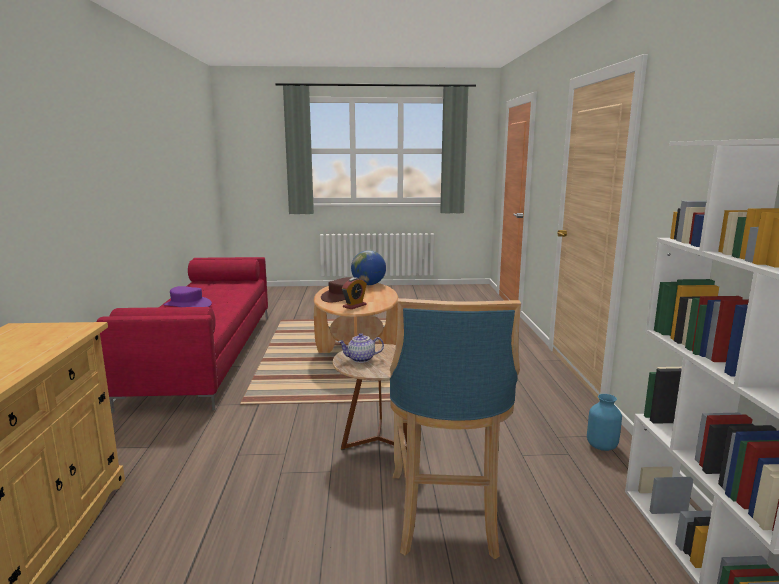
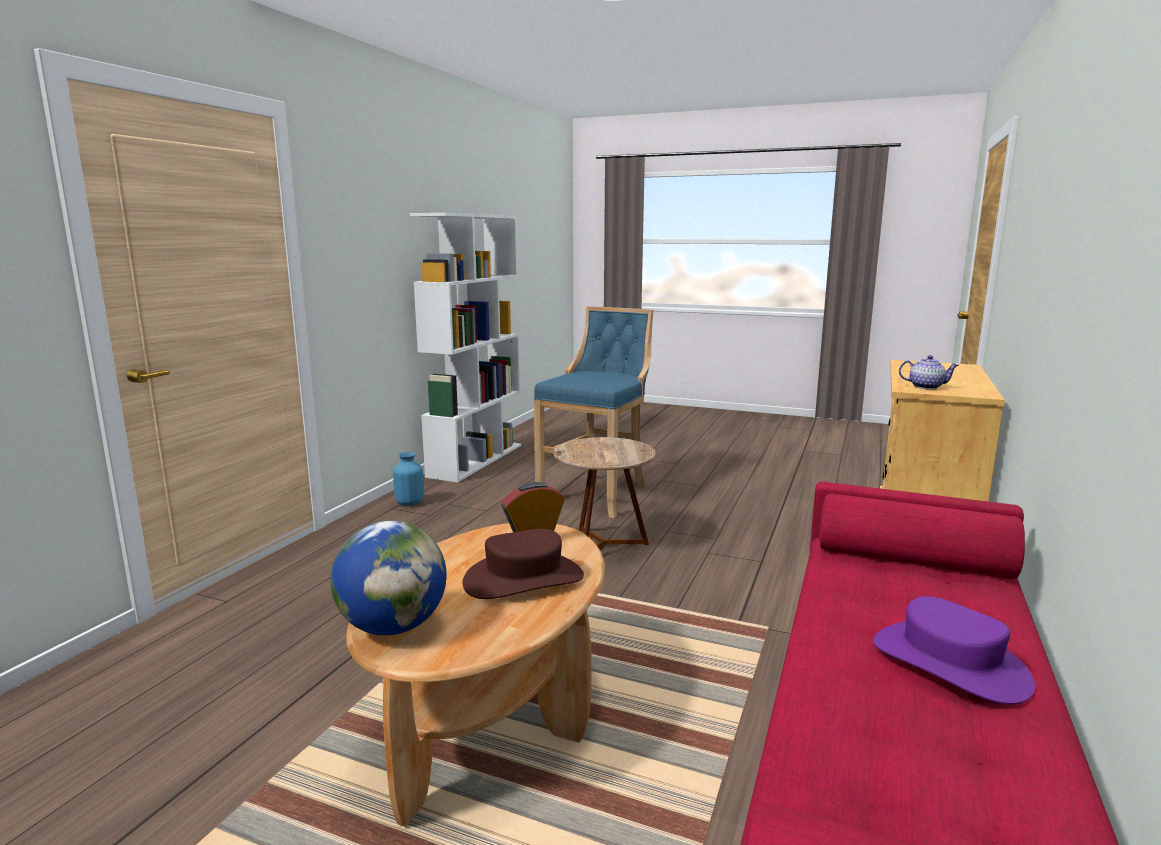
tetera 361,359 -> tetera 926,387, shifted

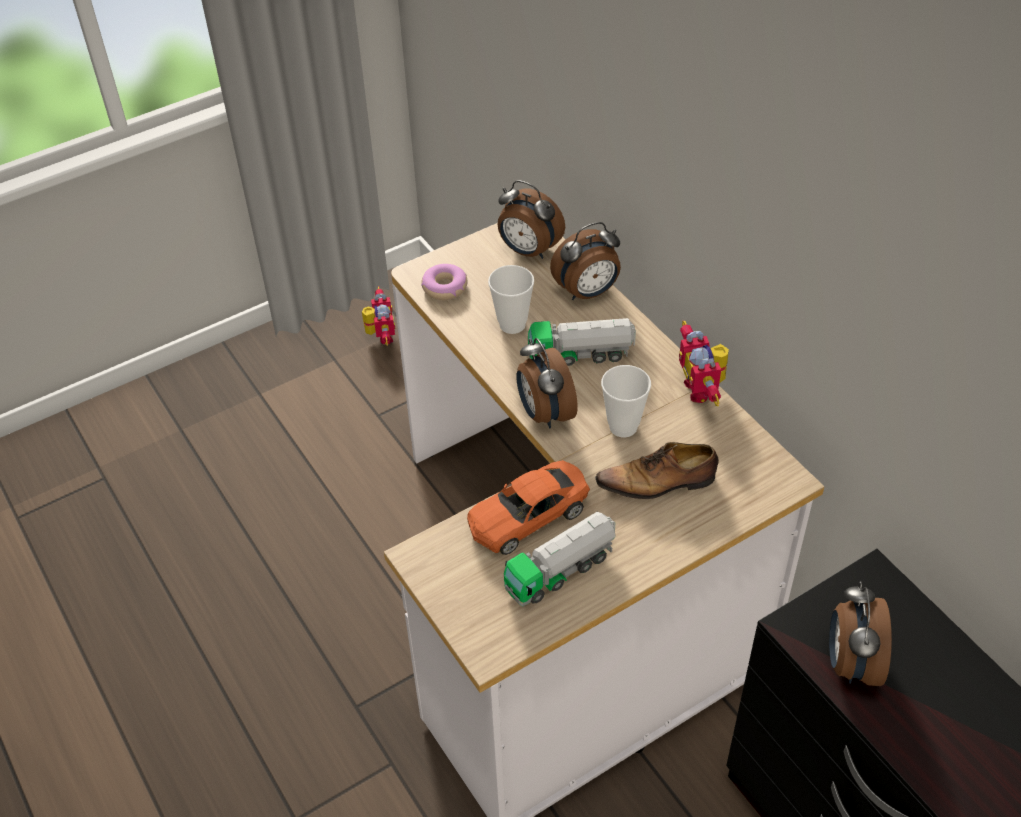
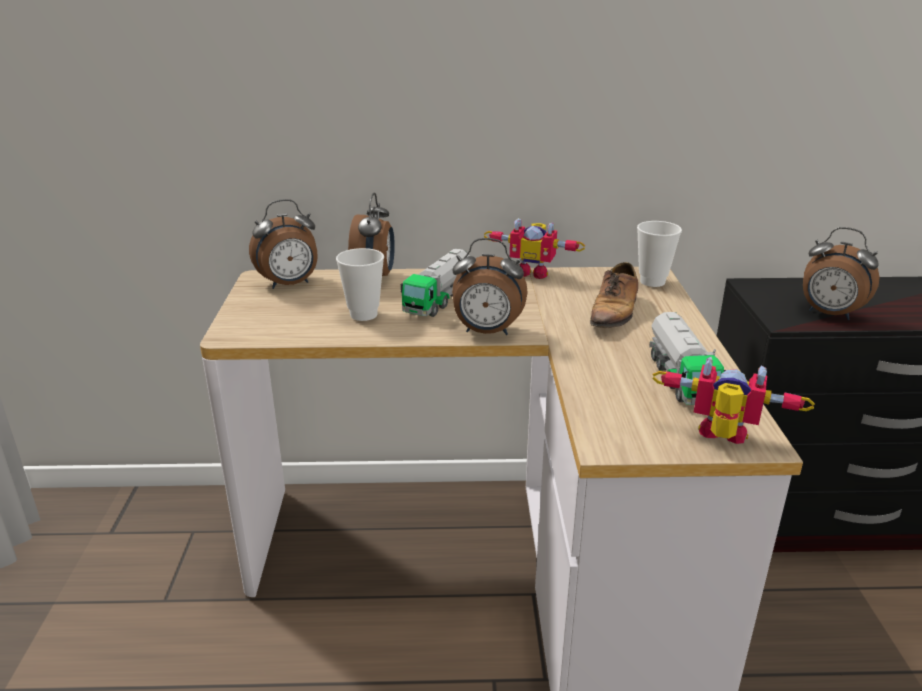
rosquilla 445,287 -> none
coche de juguete/naranja 528,515 -> none
robot de juguete 380,336 -> robot de juguete 721,439, shifted
taza 623,426 -> taza 652,282, shifted

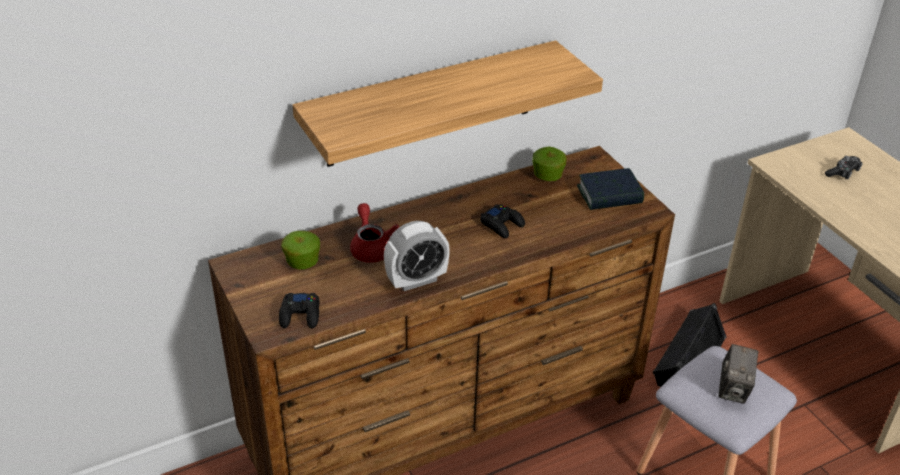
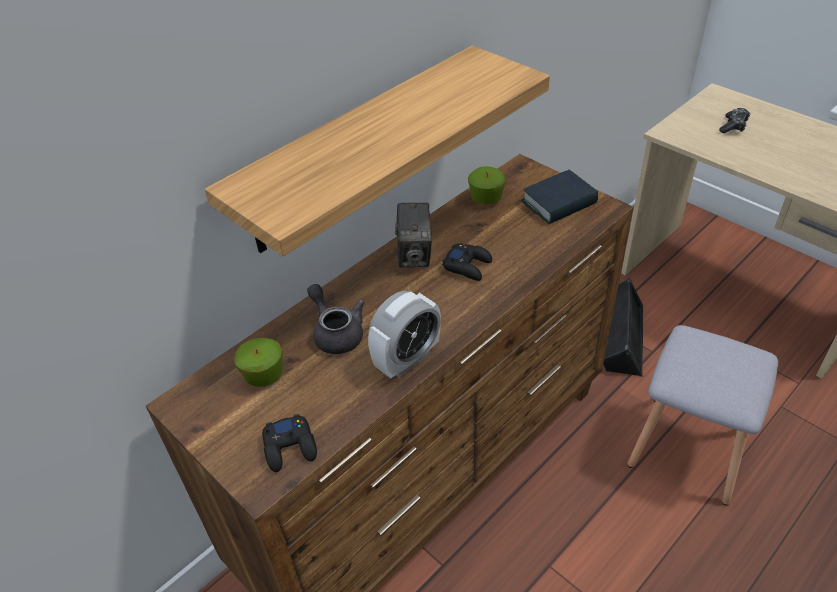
cámara 733,389 -> cámara 415,255, shifted
tetera/rojo 371,247 -> tetera/gris 336,332

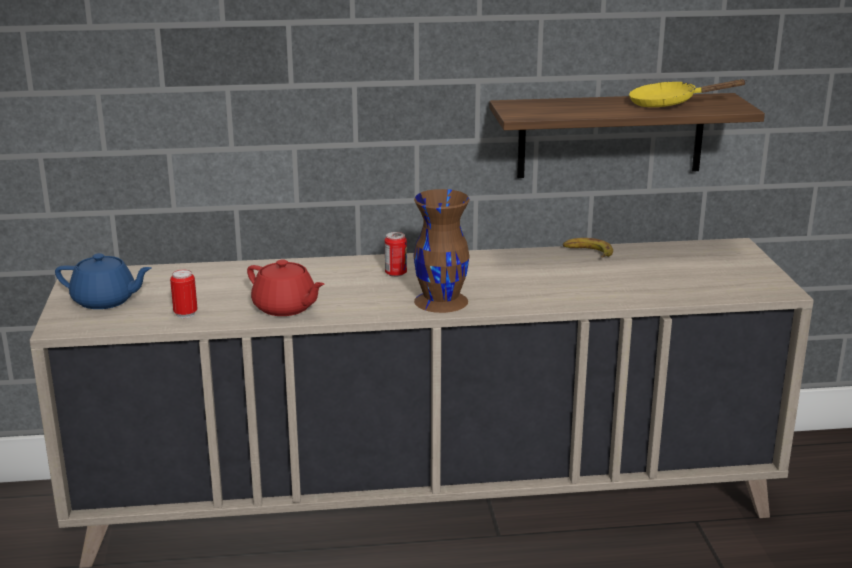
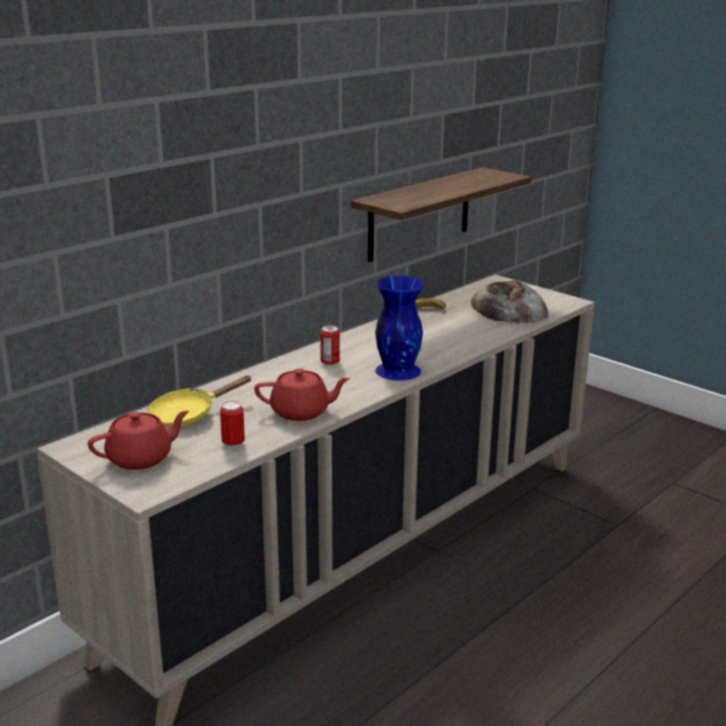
none -> pan 509,308
sartén/amarillo 669,104 -> sartén/amarillo 188,415, shifted
tetera/azul 105,301 -> tetera/rojo 141,459
florero/marrón 441,300 -> florero/azul 397,370

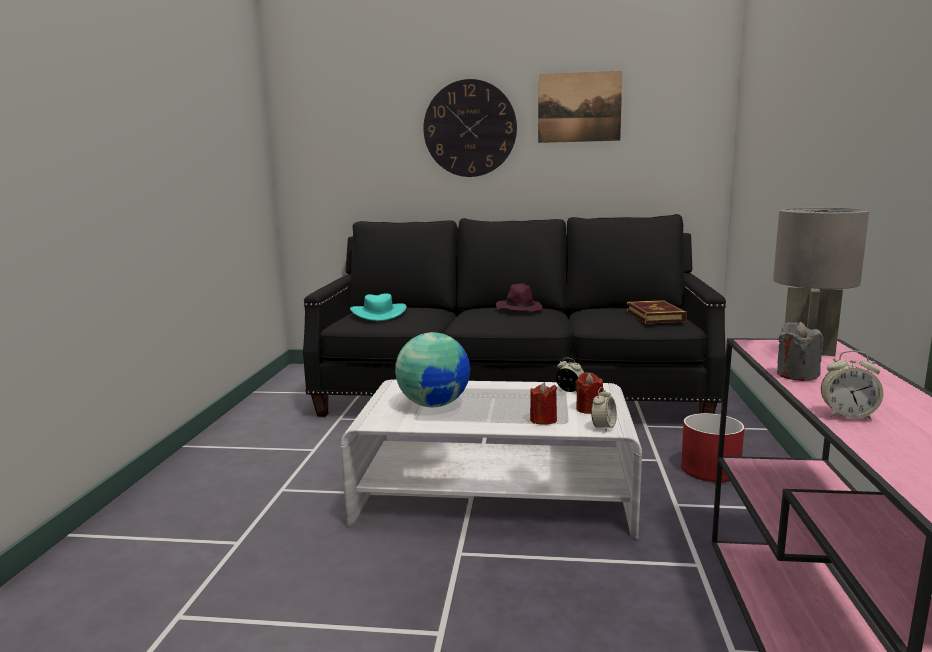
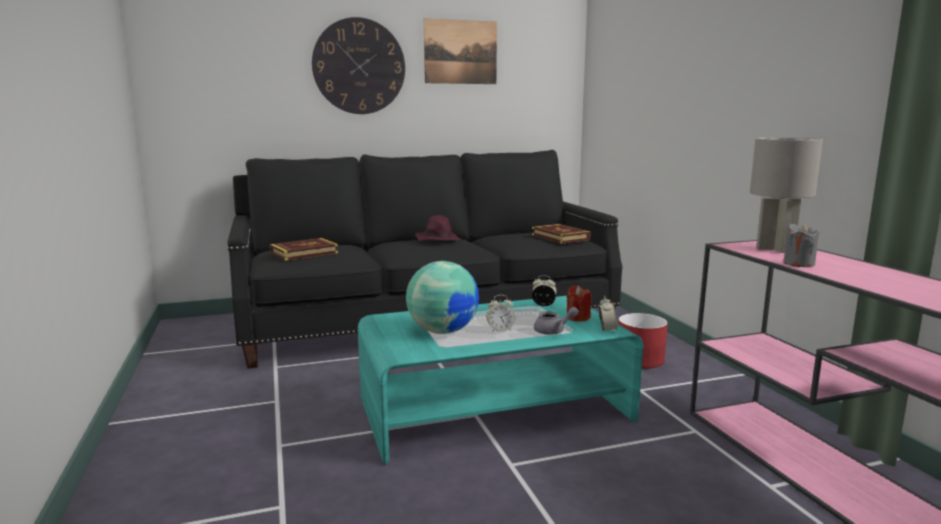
despertador 847,415 -> despertador 500,330, shifted
sombrero/turquesa 378,313 -> libro 304,253
vela/rojo 543,420 -> tetera/gris 554,331
mesa de centro/blanco 494,494 -> mesa de centro/turquesa 493,409

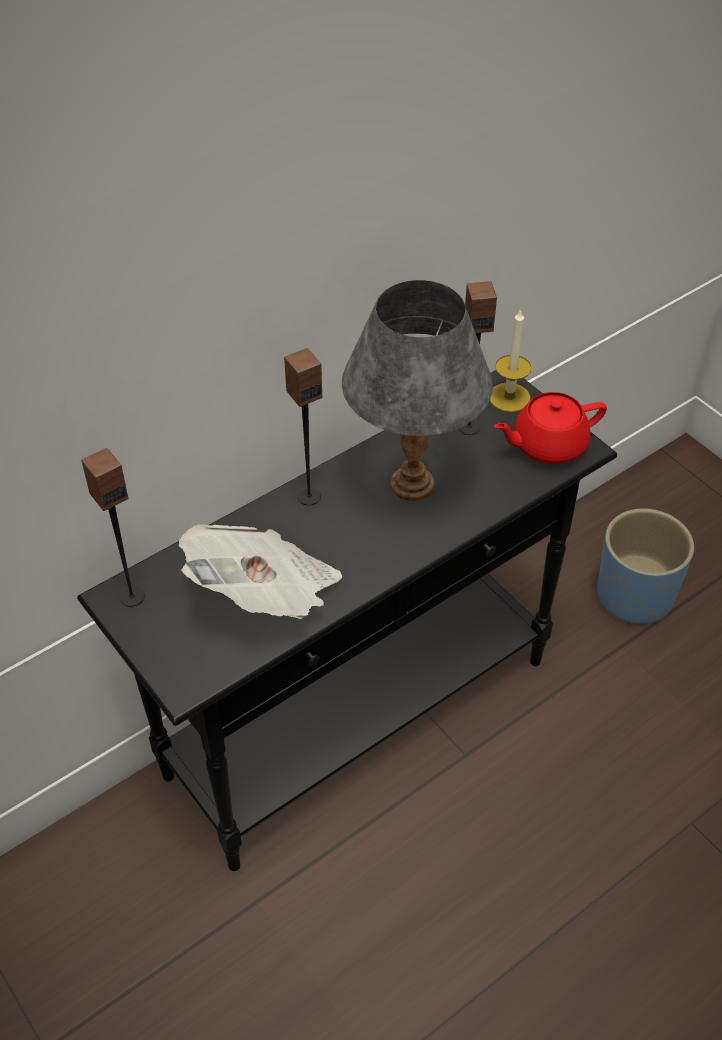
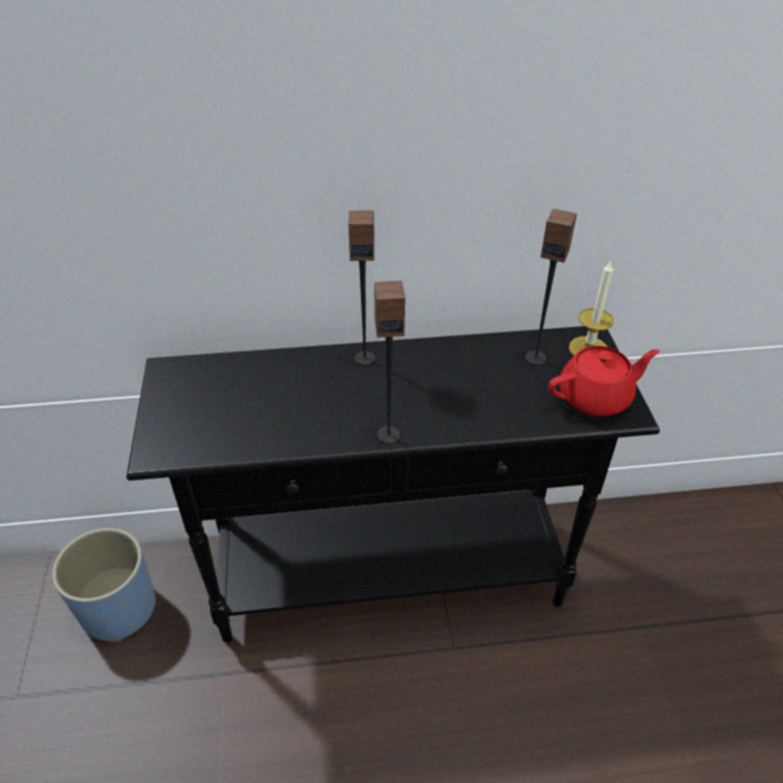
periódico 265,594 -> none
lámpara de mesa/gris 411,483 -> none
altavoz 131,596 -> altavoz 388,434, shifted
maceta/azul 635,596 -> maceta/azul 119,609, shifted
tetera/rojo 547,445 -> tetera/rojo 596,397, 150 degrees clockwise

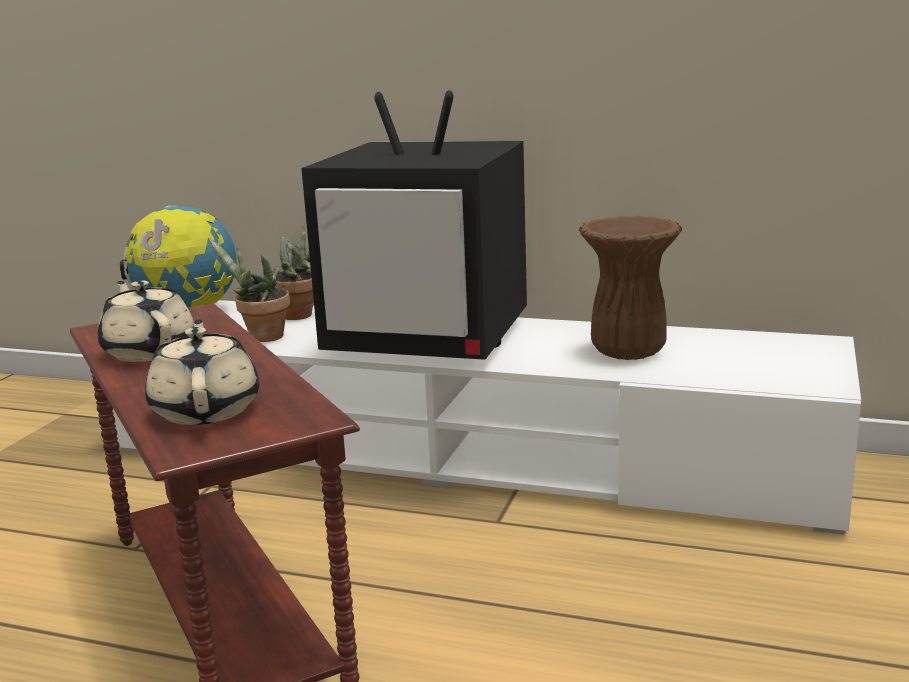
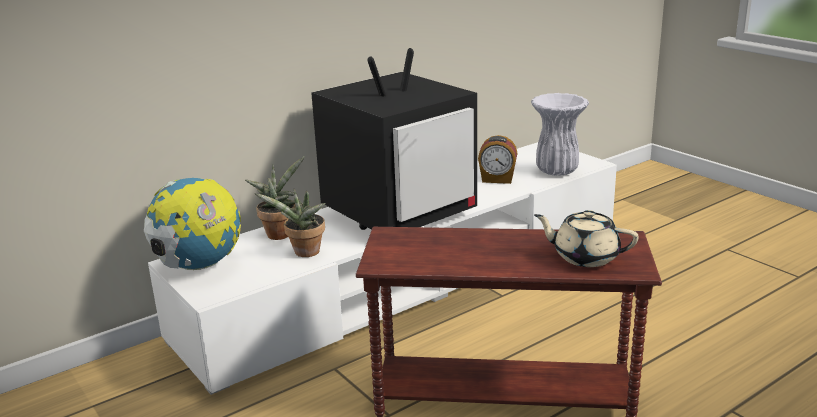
tetera/beis 149,351 -> none
none -> florero/blanco 556,171
florero/marrón 630,353 -> despertador 497,179

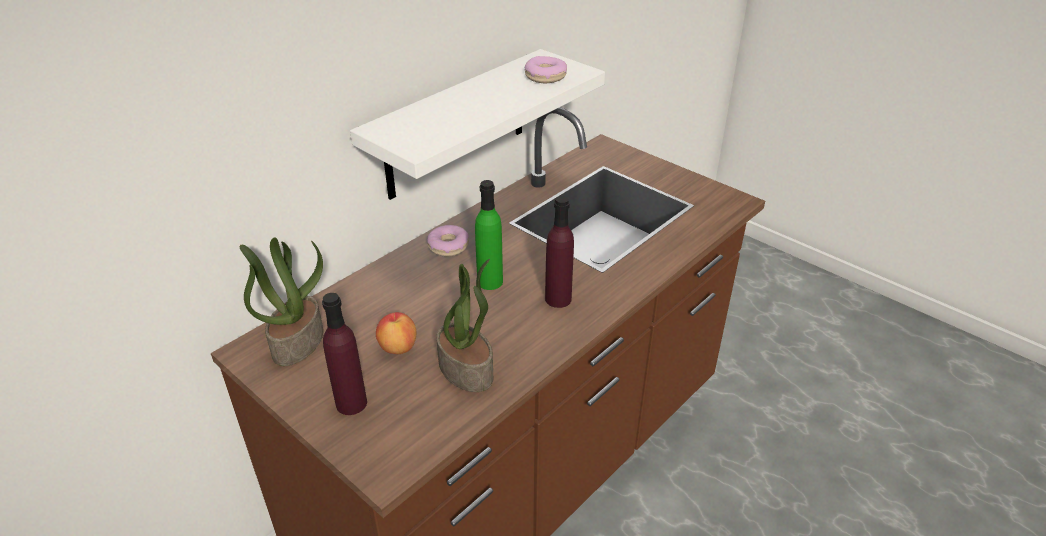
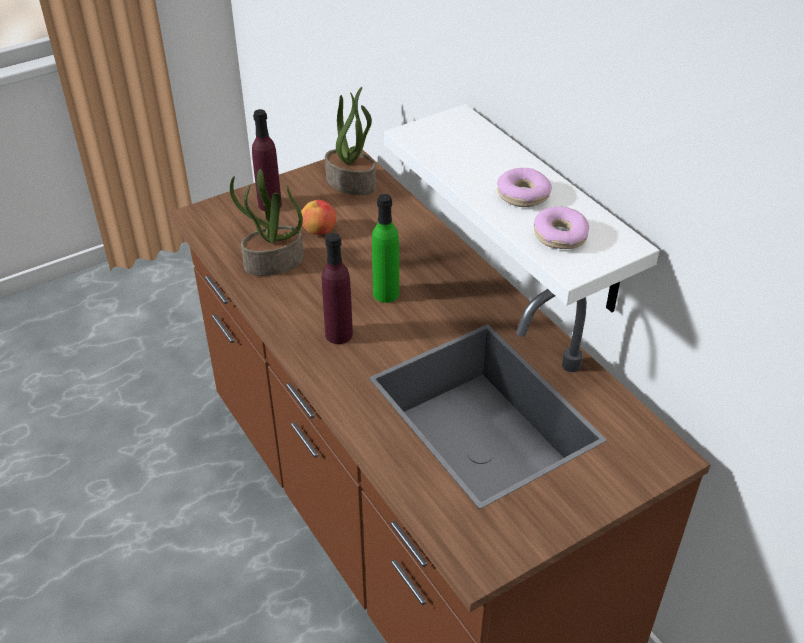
rosquilla 448,246 -> rosquilla 523,195, shifted

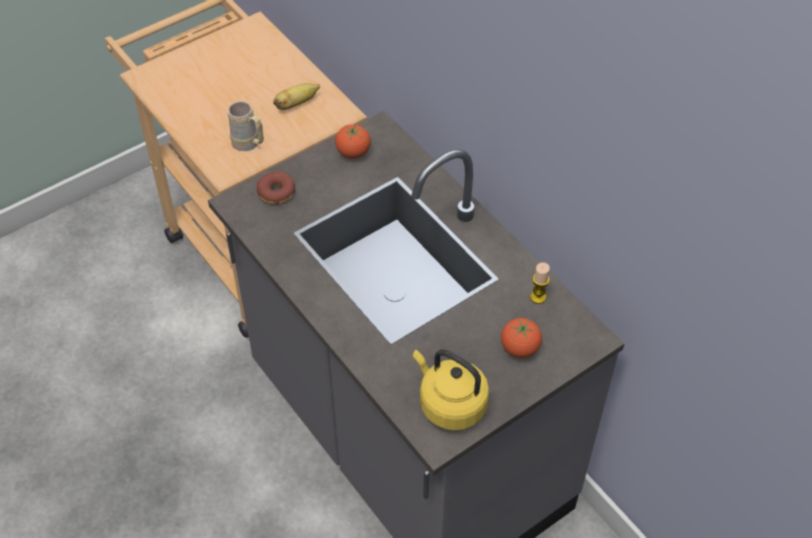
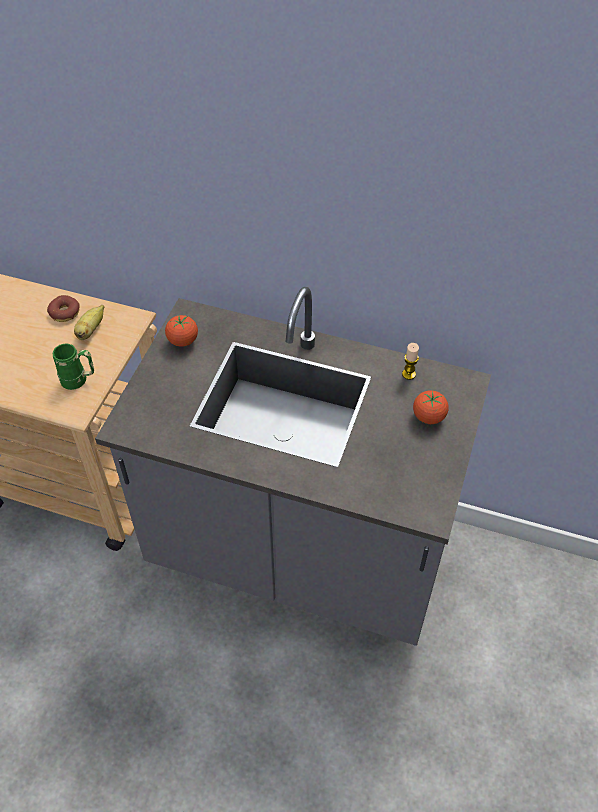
hervidor/amarillo 449,404 -> none
rosquilla 276,192 -> rosquilla 65,312, shifted
taza grande/beis 249,145 -> taza grande/verde 79,381

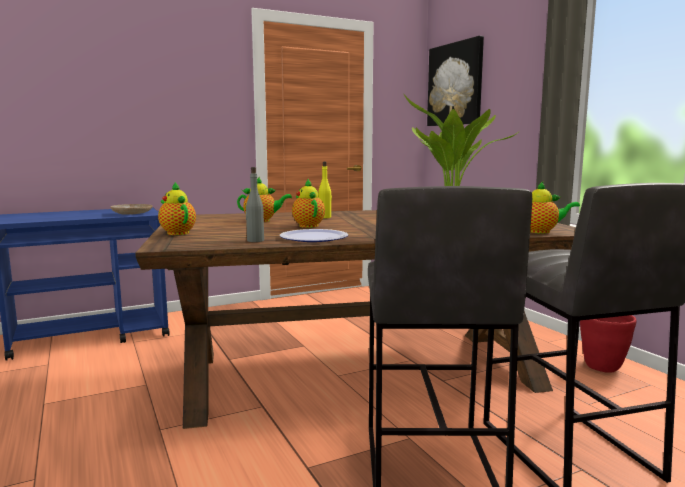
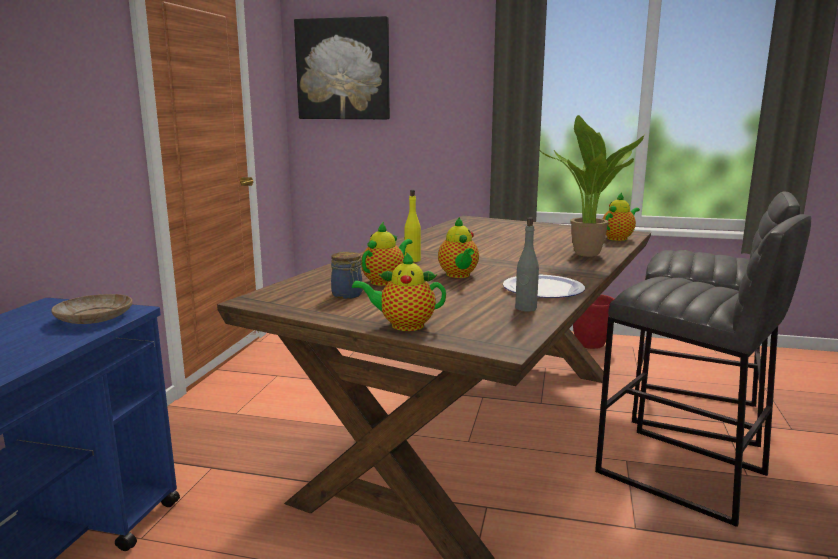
none -> tarro 347,295
tetera 307,225 -> tetera 459,275, 120 degrees counterclockwise

